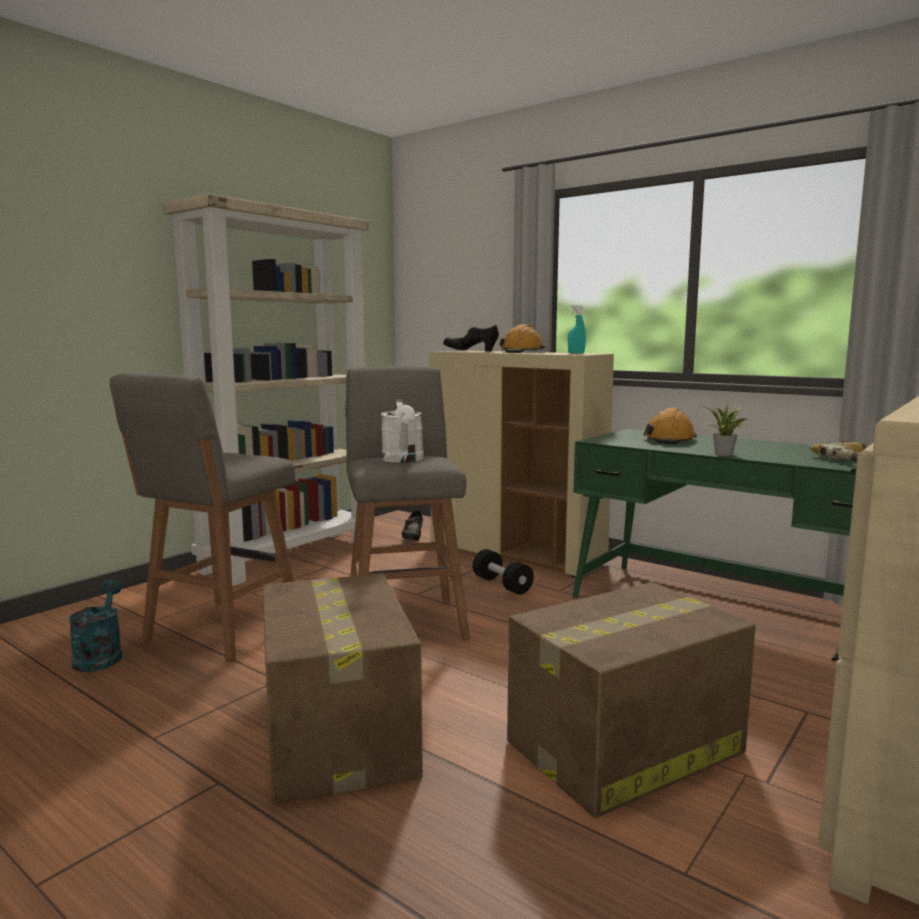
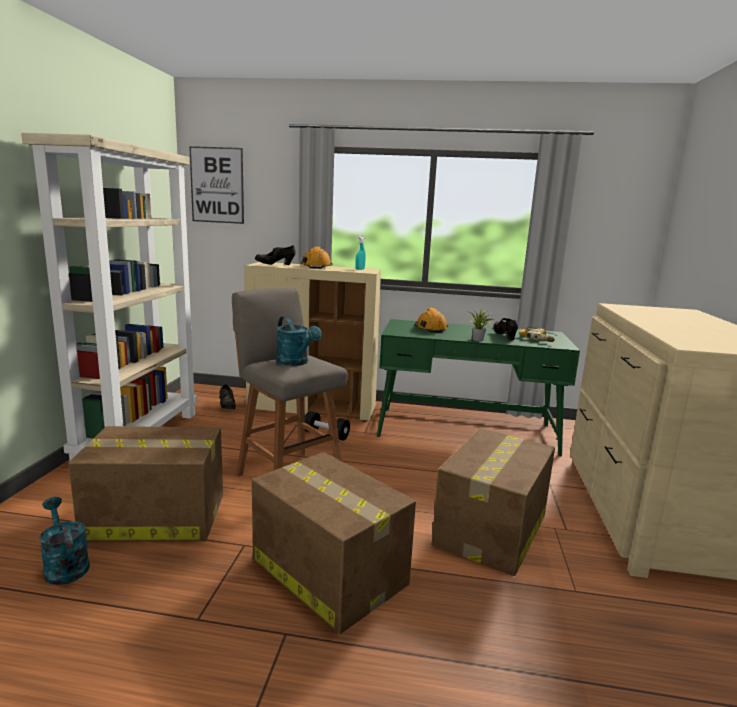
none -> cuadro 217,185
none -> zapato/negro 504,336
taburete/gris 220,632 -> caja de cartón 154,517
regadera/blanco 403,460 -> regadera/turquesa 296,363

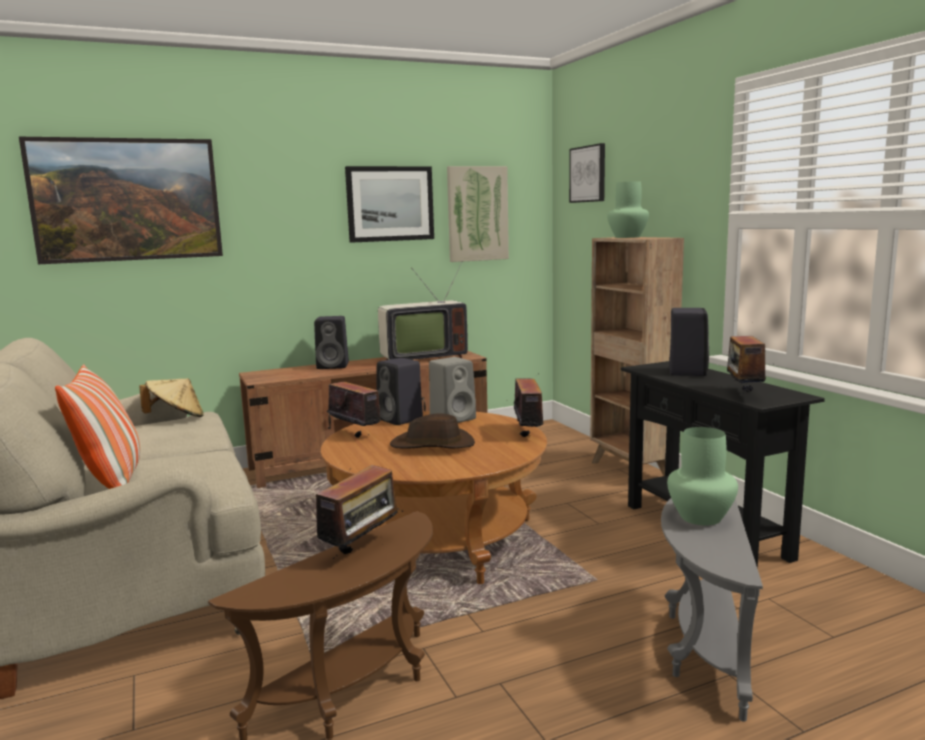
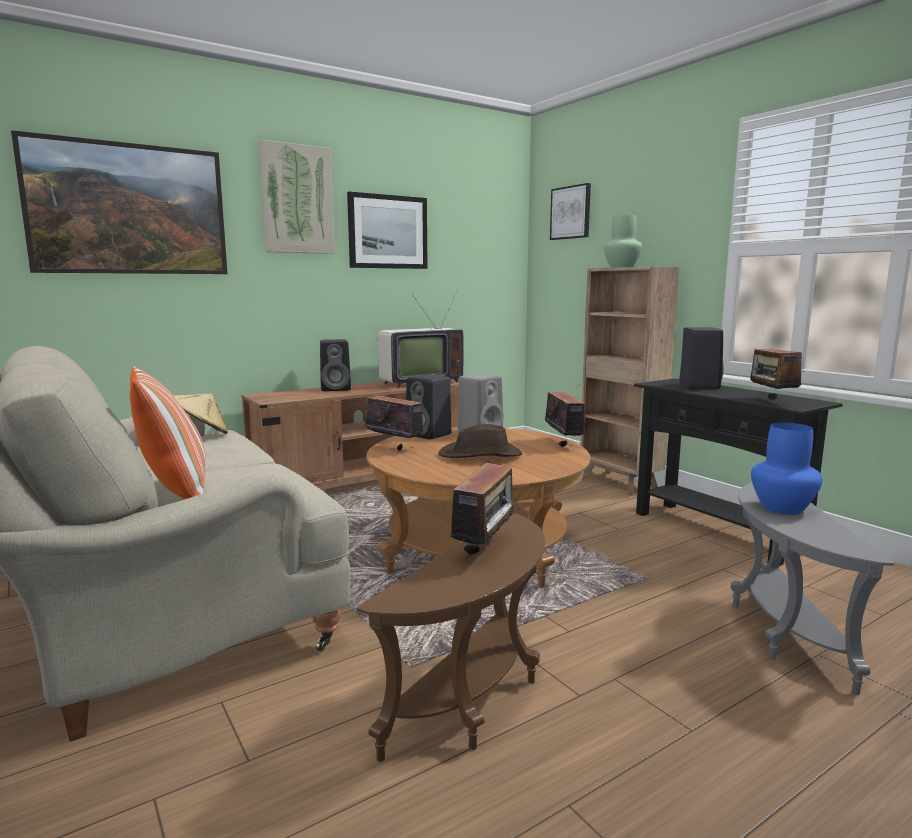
cuadro 477,214 -> cuadro 296,199, shifted
florero/verde 700,517 -> florero/azul 782,508

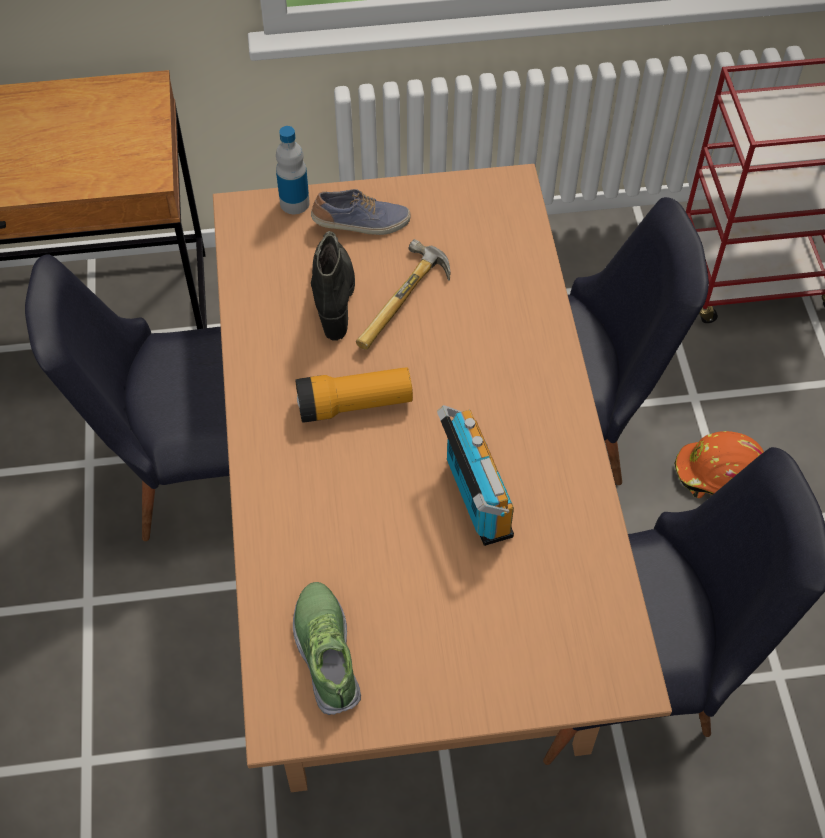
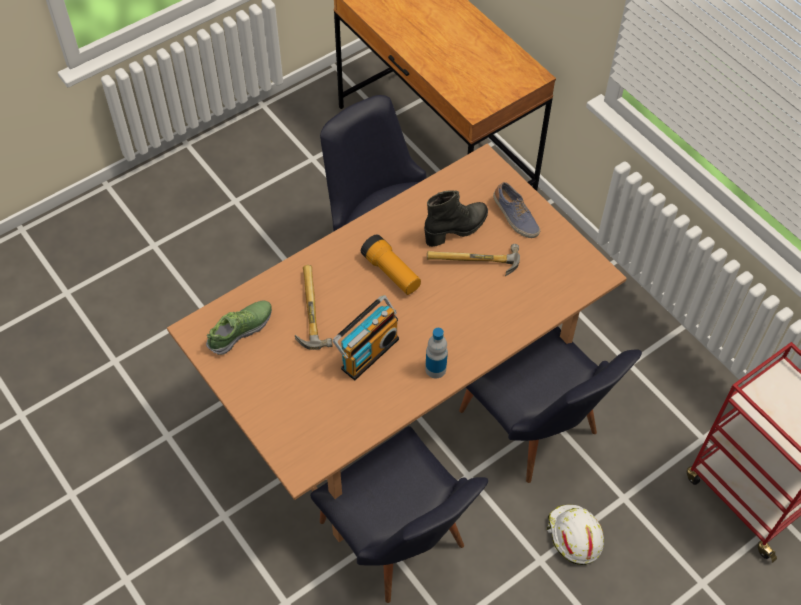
none -> martillo 307,311
botella 294,203 -> botella 435,369, shifted
casco/naranja 719,474 -> casco/blanco 573,536

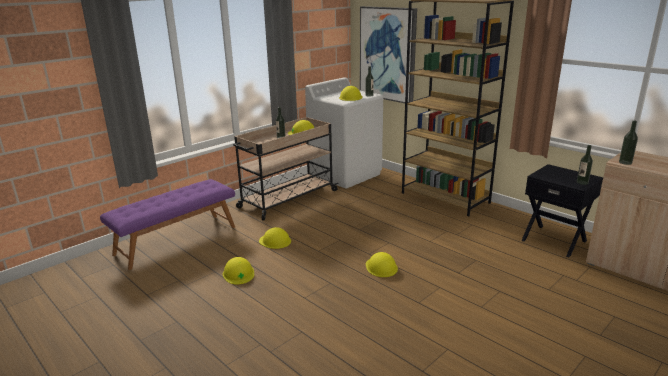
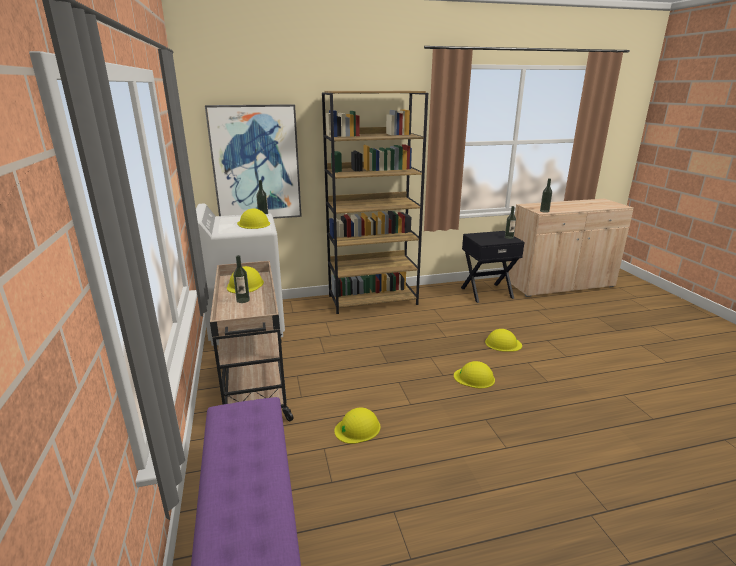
casco/amarillo 238,273 -> casco/amarillo 503,343, shifted

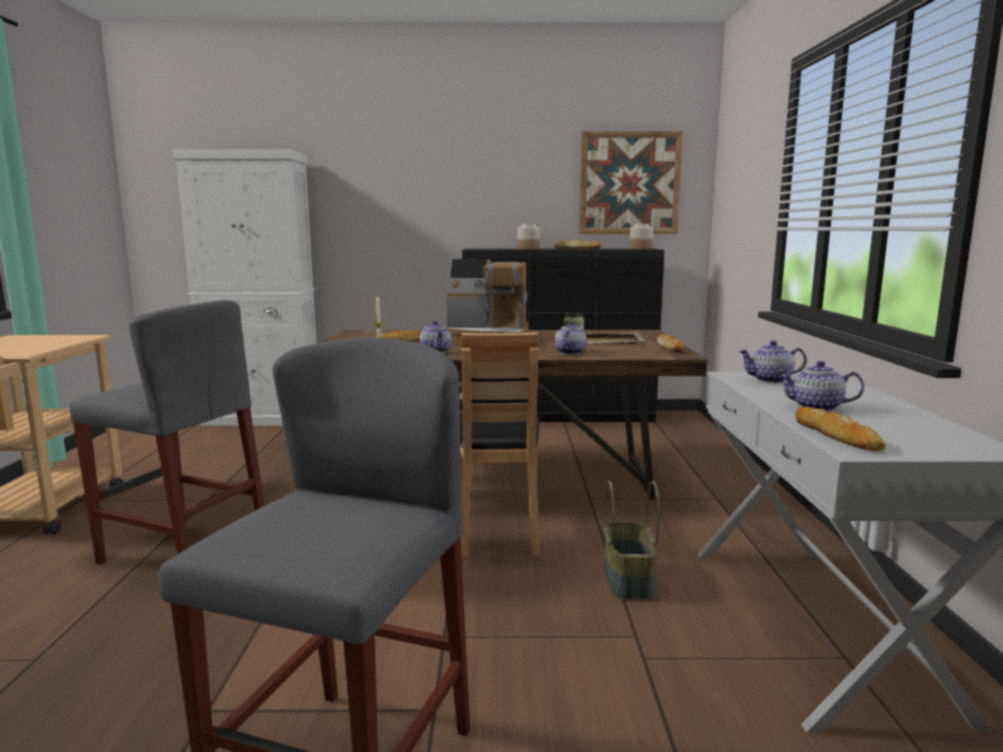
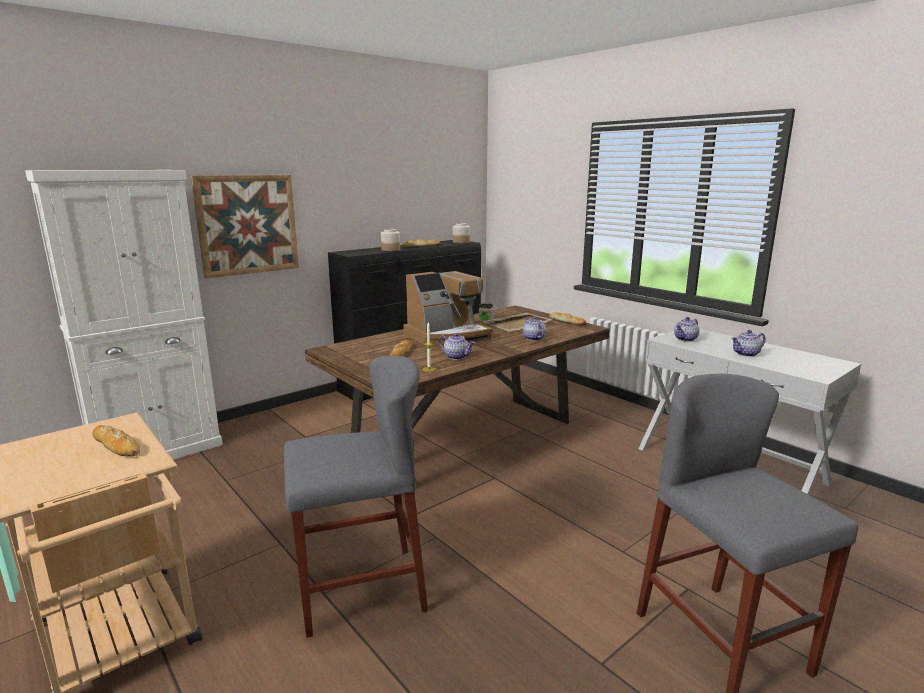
silla/marrón 498,530 -> none
cesta 629,580 -> none
cuadro 629,183 -> cuadro 248,225, shifted
pan 835,435 -> pan 116,445, shifted

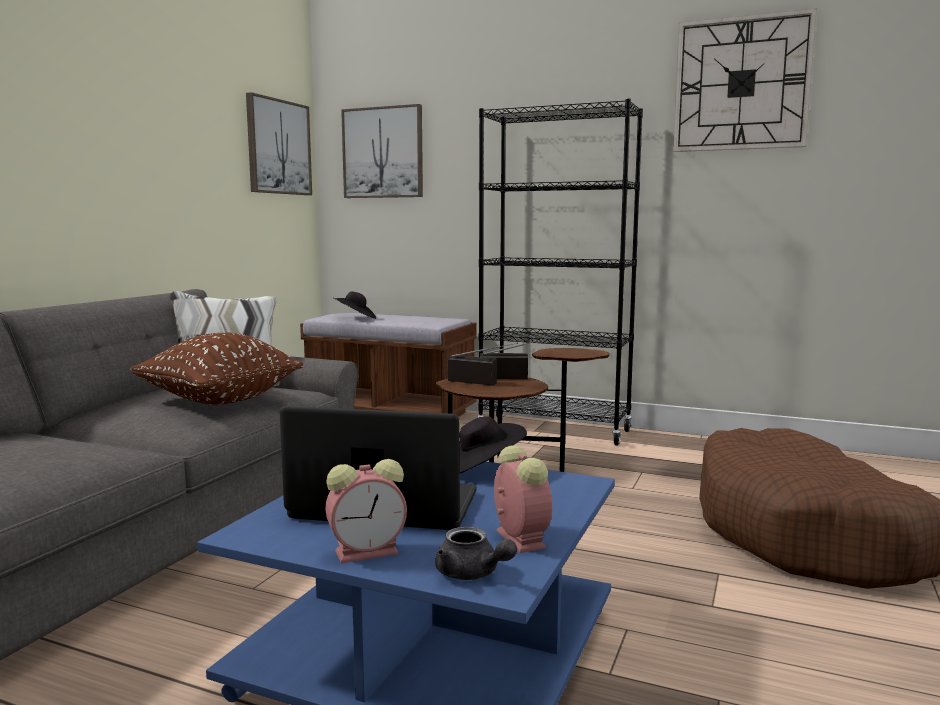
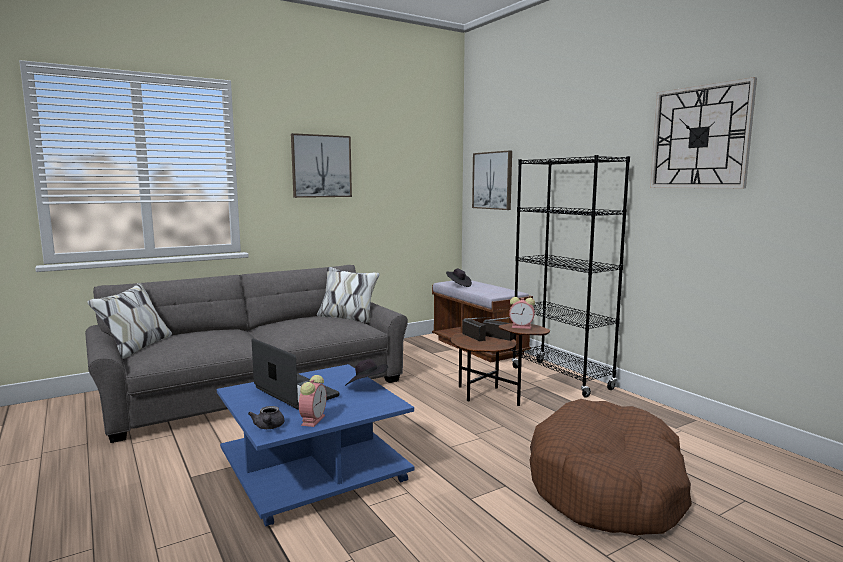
cojín/marrón 220,400 -> none
cuadro 278,147 -> cuadro 321,166, shifted
despertador 369,551 -> despertador 522,327, shifted

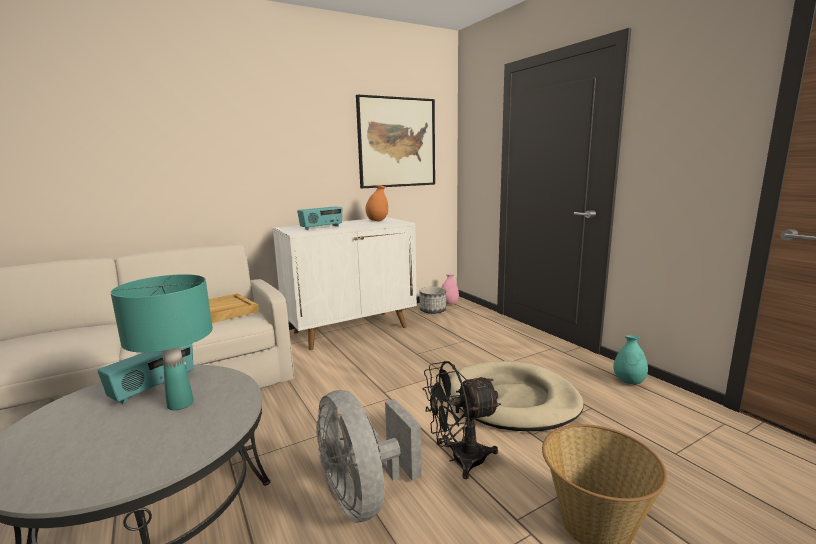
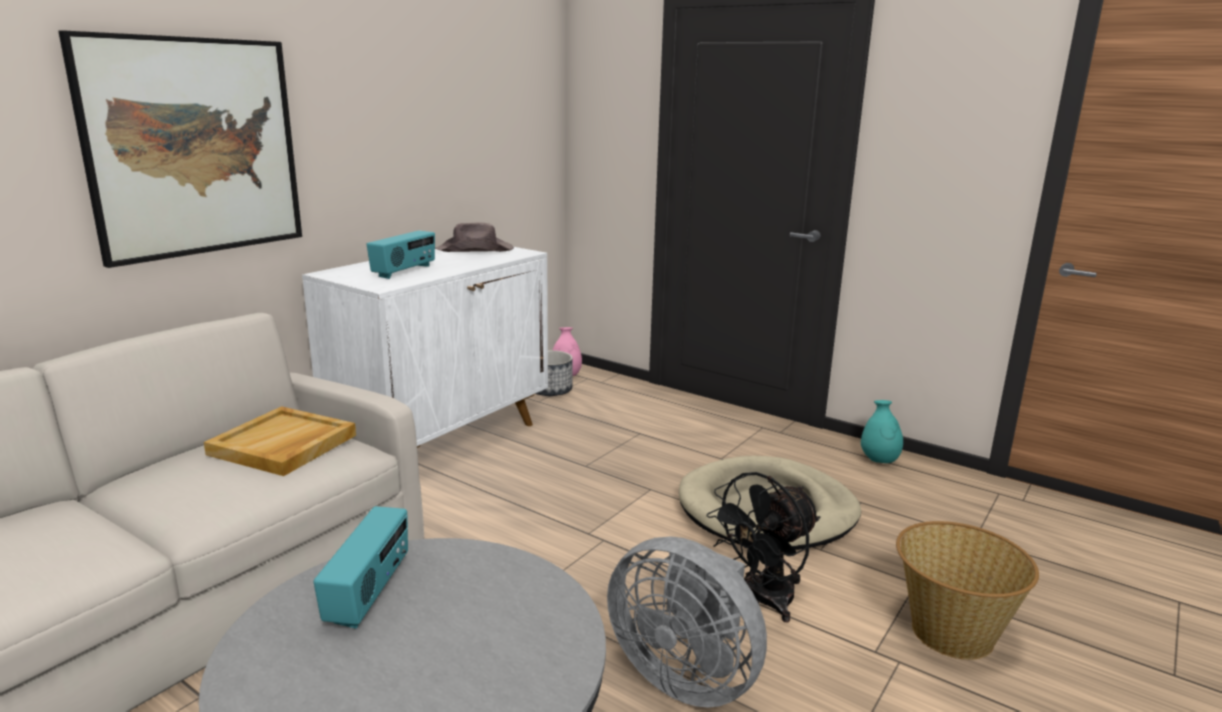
lámpara de mesa/turquesa 180,404 -> none
cuadro 397,142 -> cuadro 194,147, shifted
florero/naranja 377,221 -> sombrero/marrón 475,250

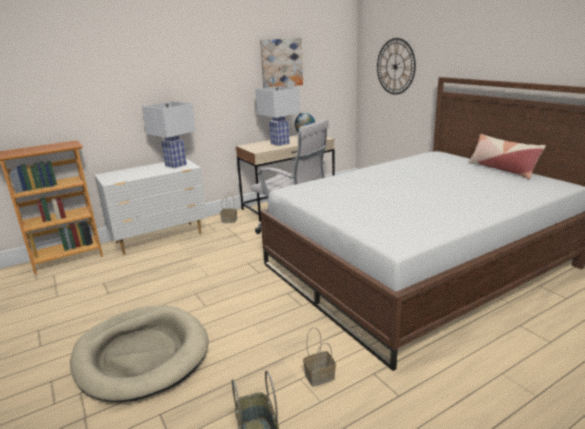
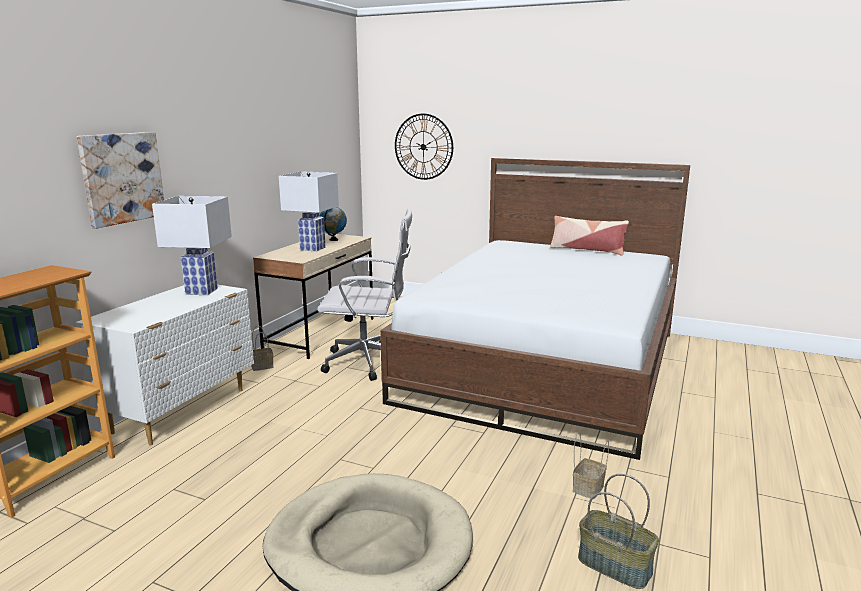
cuadro 281,63 -> cuadro 122,178, shifted

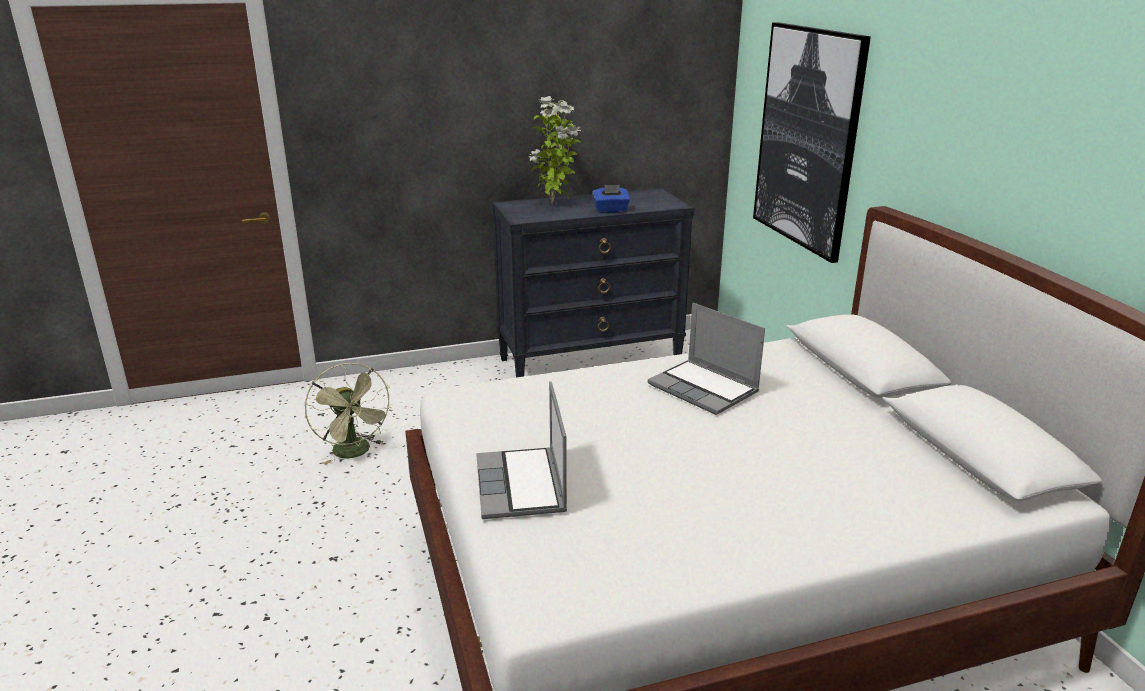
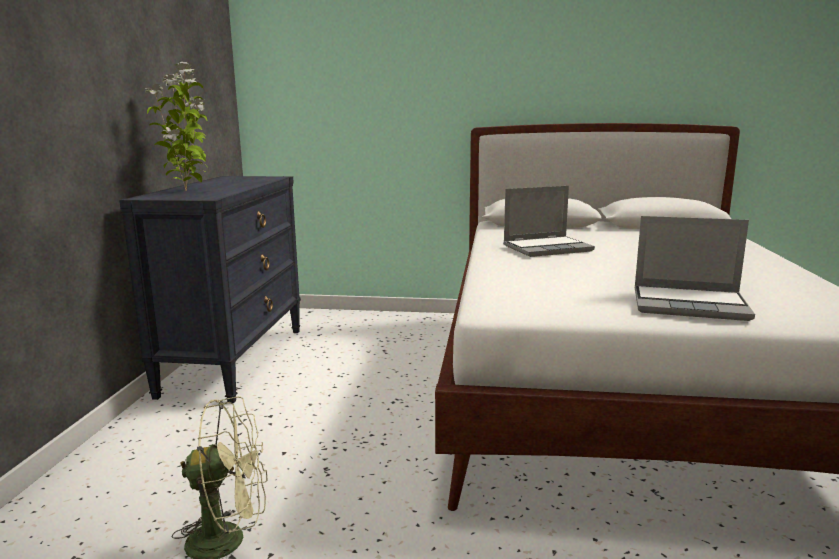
caja de pañuelos/azul 611,210 -> none
cuadro 807,139 -> none

